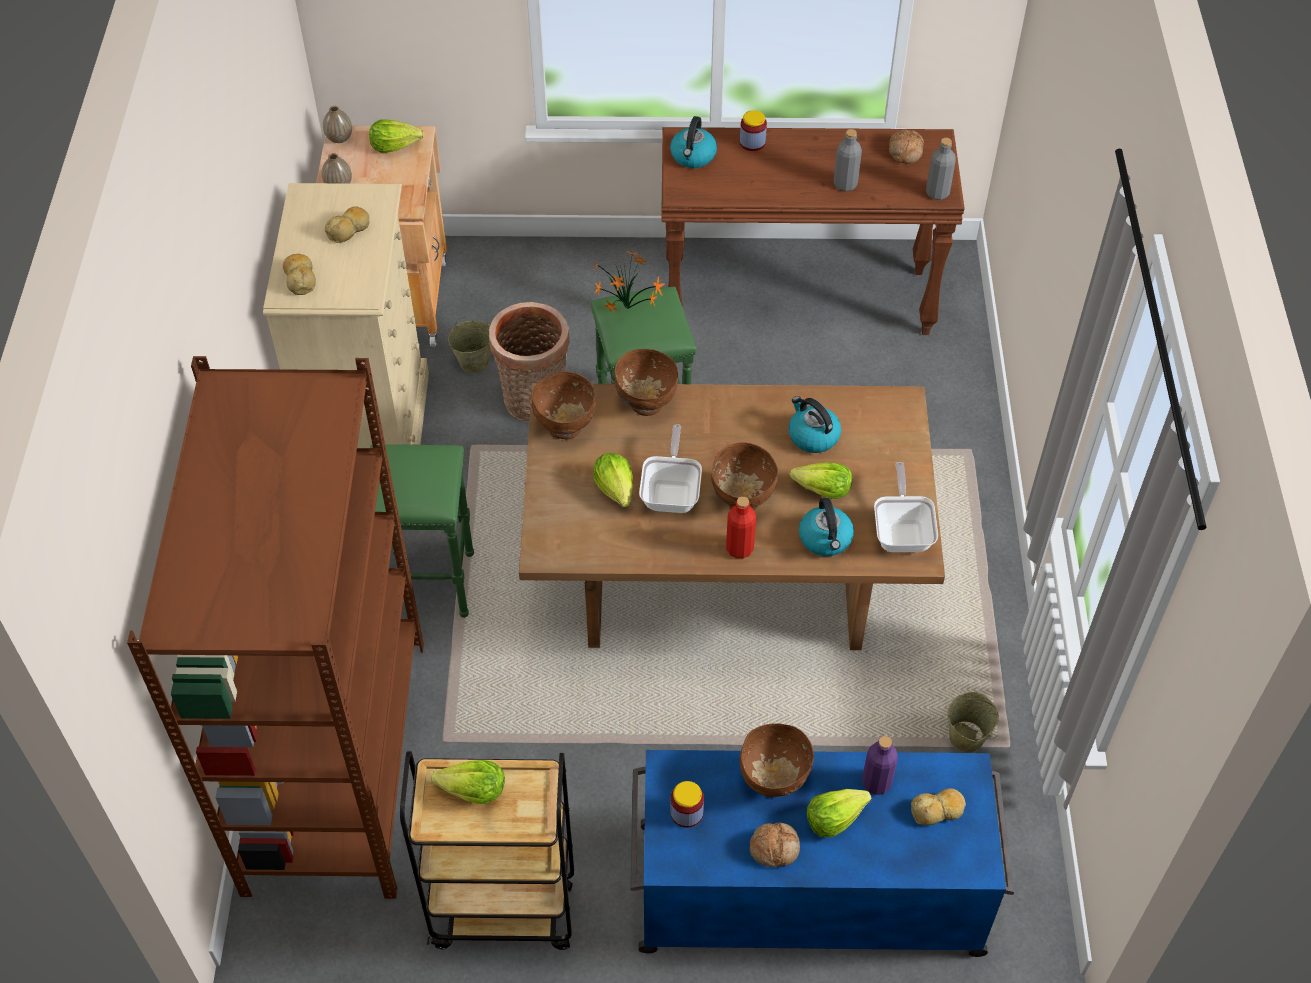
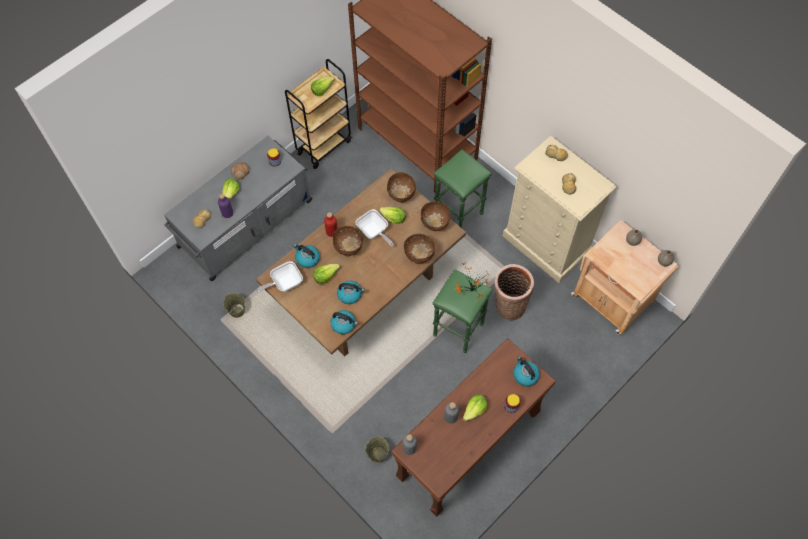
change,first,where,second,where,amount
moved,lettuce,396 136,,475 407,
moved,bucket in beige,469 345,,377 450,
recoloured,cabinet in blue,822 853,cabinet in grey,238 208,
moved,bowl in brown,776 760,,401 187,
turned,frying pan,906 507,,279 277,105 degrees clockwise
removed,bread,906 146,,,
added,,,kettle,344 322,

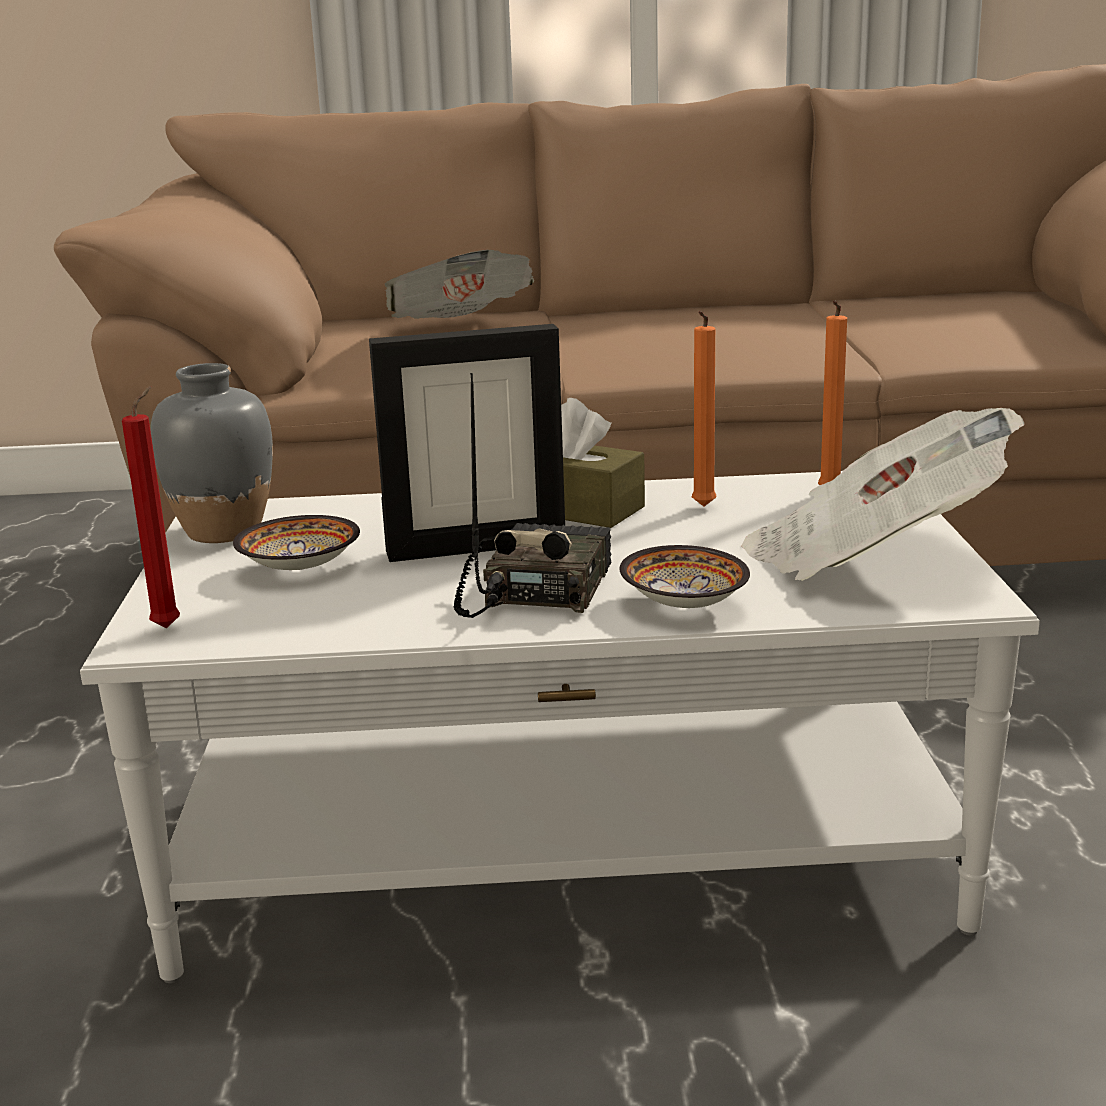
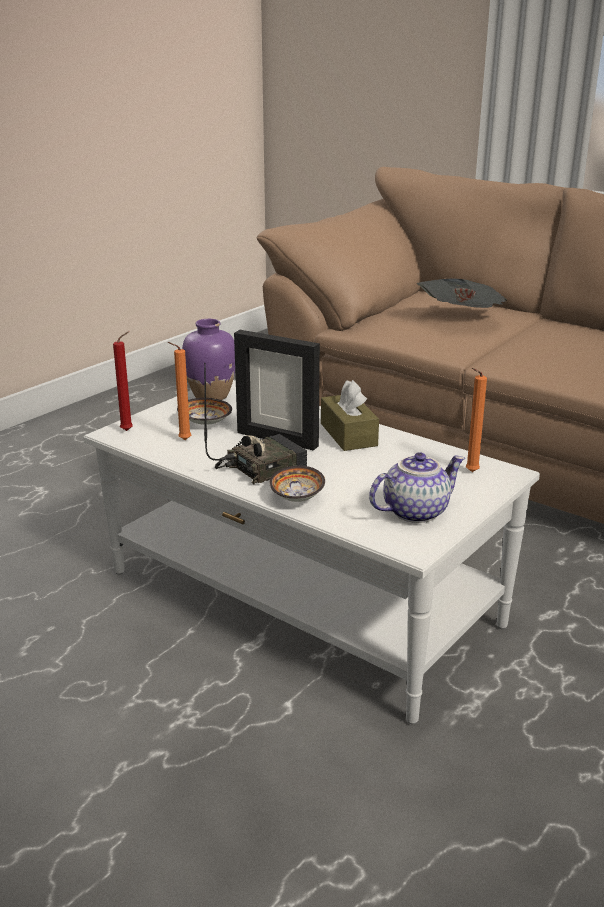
change,first,where,second,where,amount
recoloured,vase in grey,212 453,vase in purple,208 359,
moved,candle in orange,704 409,,179 391,
replaced,newspaper,883 494,teapot,417 487,

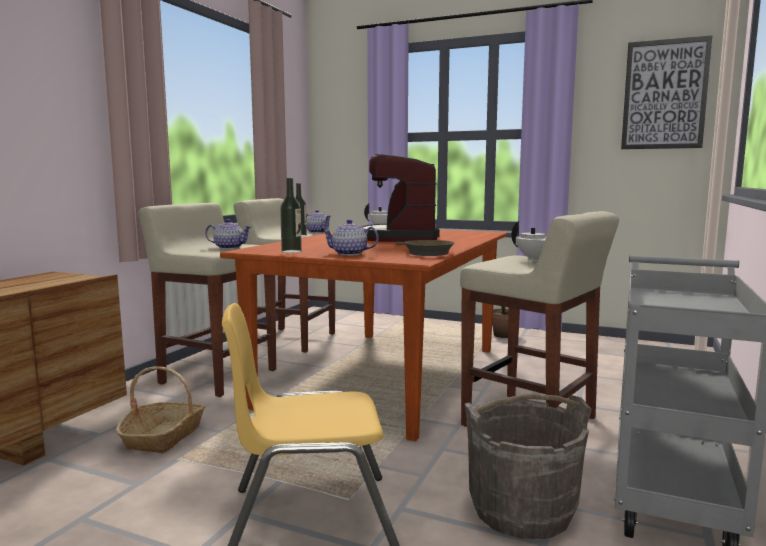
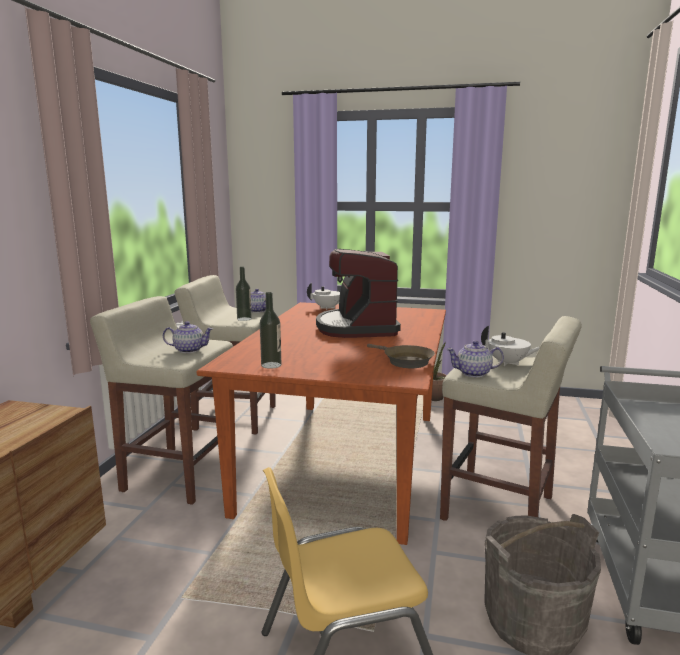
change,first,where,second,where,amount
removed,basket,160 409,,,
moved,teapot,350 237,,475 358,
removed,picture,666 92,,,

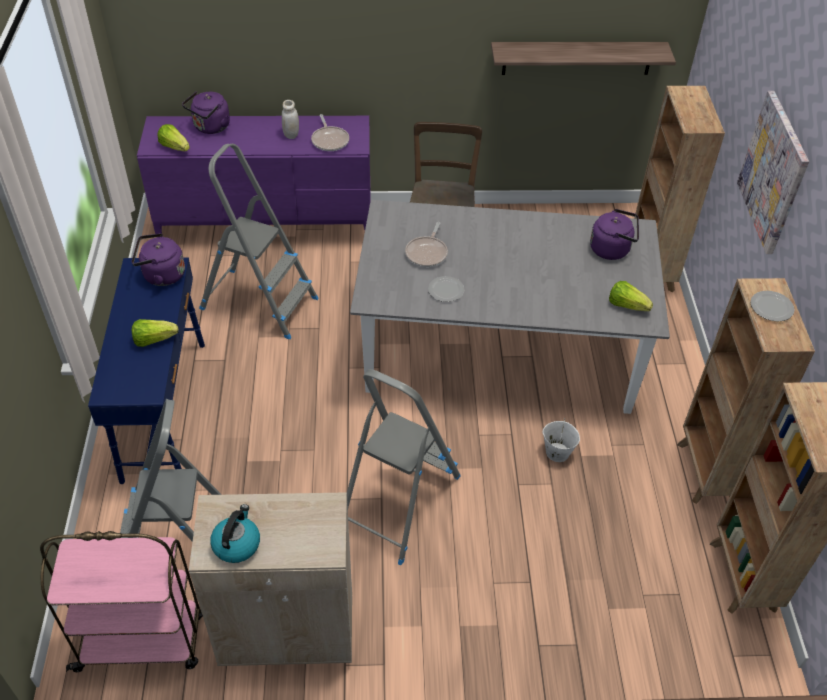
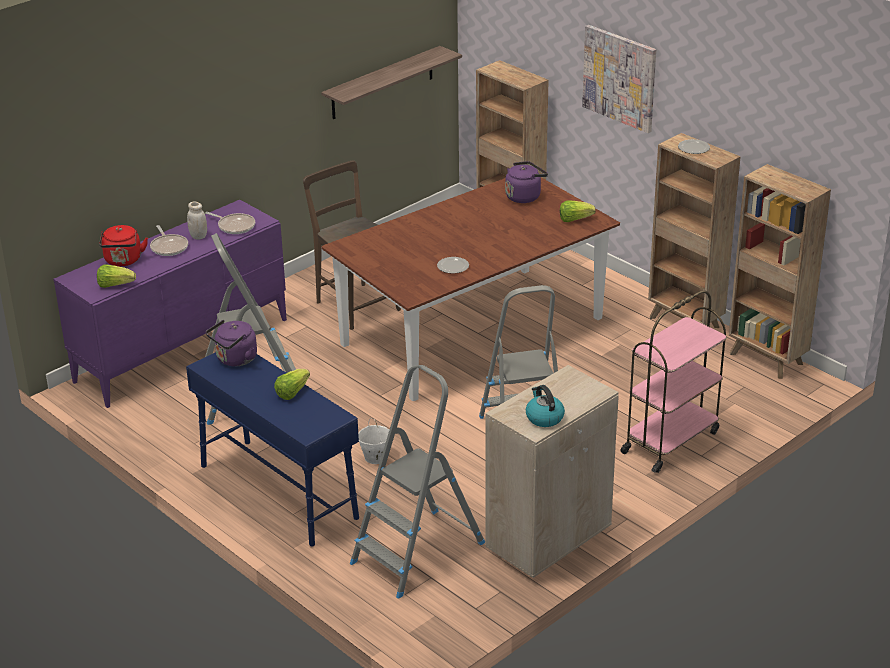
change,first,where,second,where,amount
moved,cart in pink,121 601,,673 381,
recoloured,kettle in purple,206 113,kettle in red,123 245,
recoloured,dining table in grey,510 307,dining table in brown,470 289,
moved,frying pan,426 244,,169 240,
moved,bucket in white,561 440,,373 441,

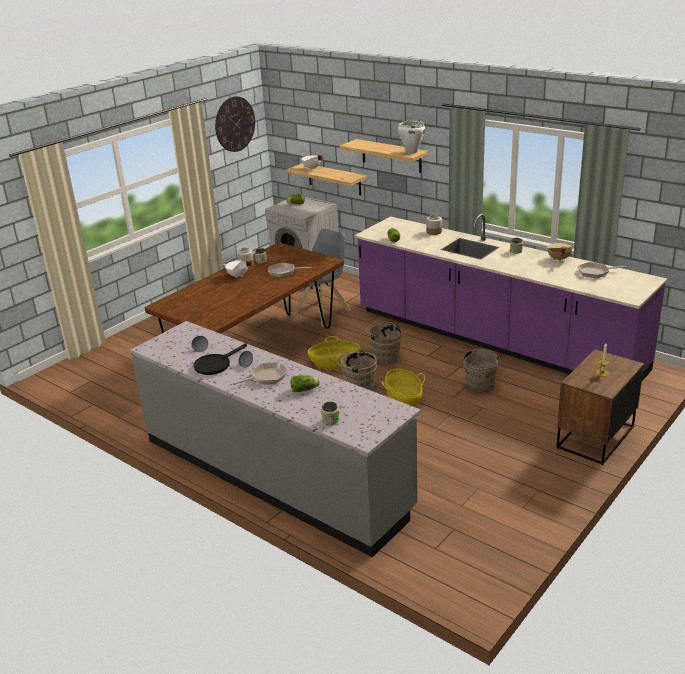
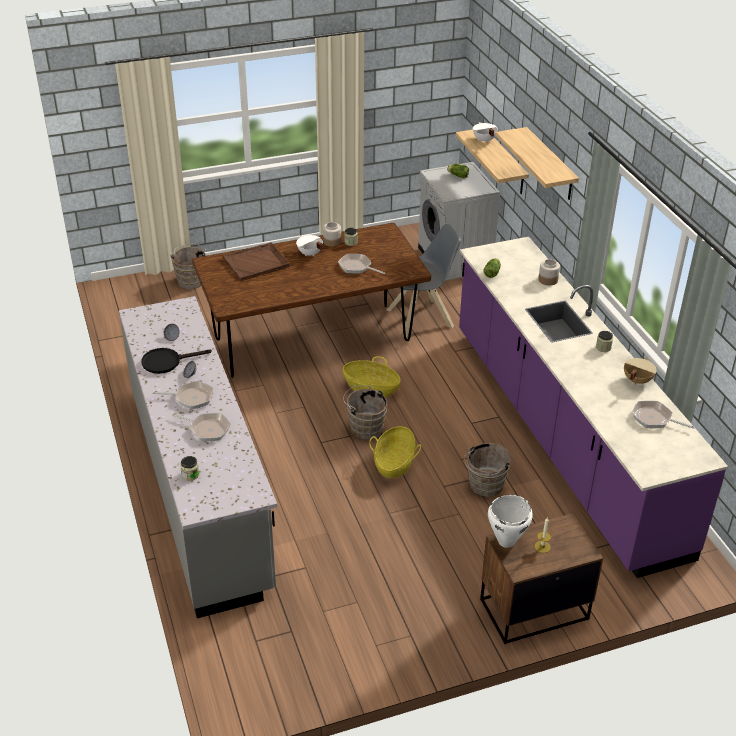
change,first,where,second,where,amount
removed,wall clock,235 124,,,
replaced,lettuce,305 383,frying pan,201 427,
moved,bucket in brown,384 343,,189 266,
moved,cooking pot in white,411 137,,510 521,
added,,,tray in brown,256 261,

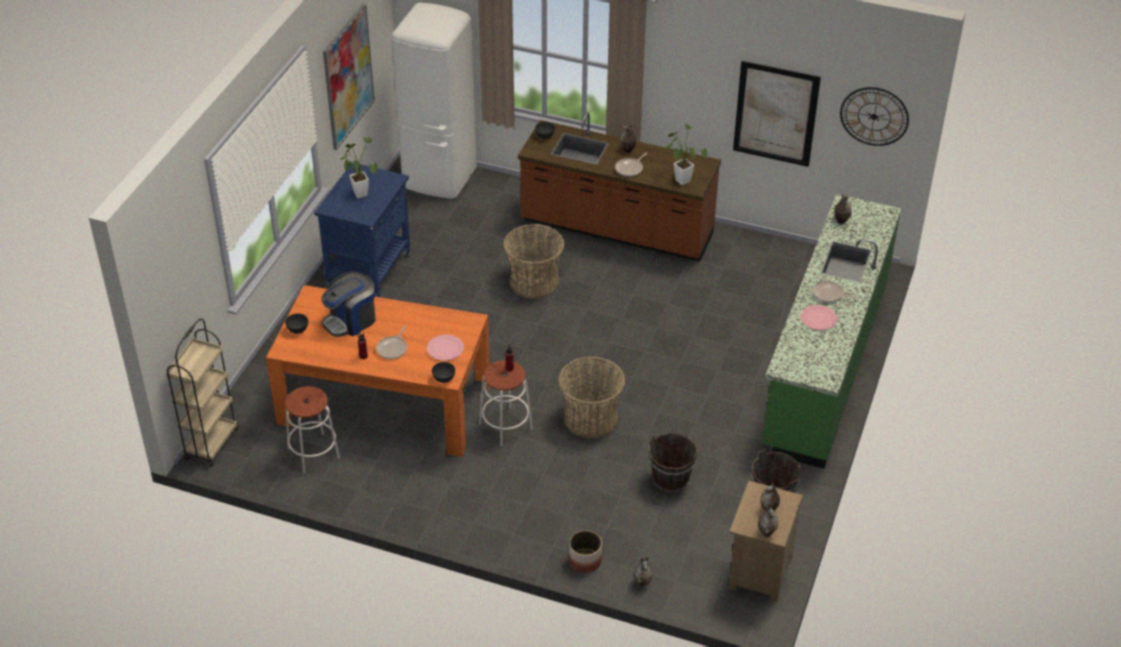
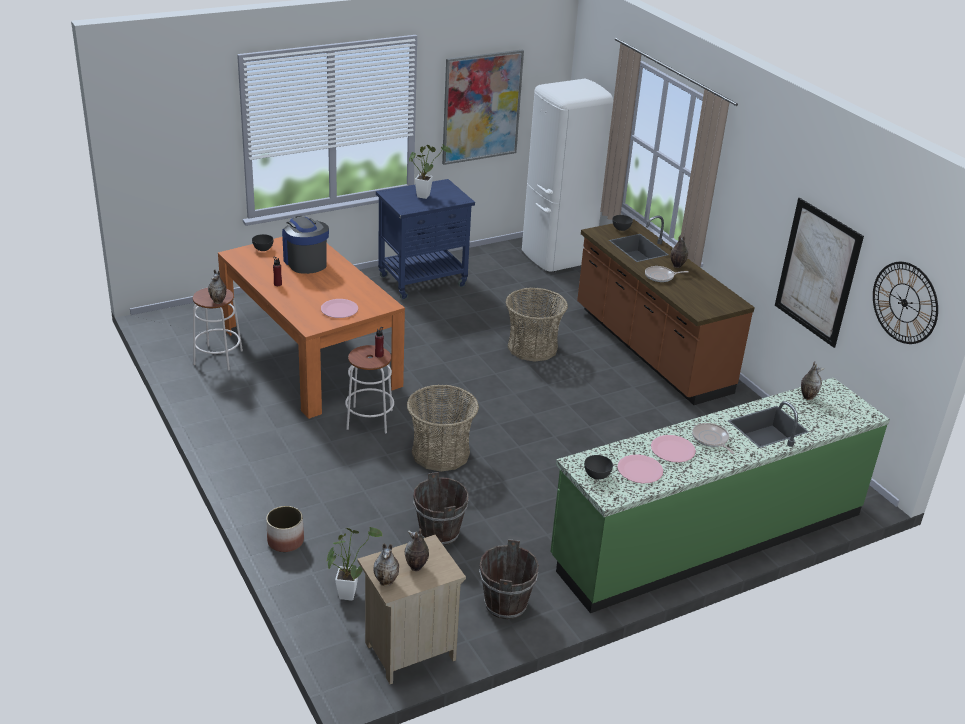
change,first,where,second,where,amount
removed,cart in beige,203 393,,,
turned,coffee machine,348 304,,305 245,60 degrees clockwise
removed,frying pan,391 342,,,
moved,bowl in grey,443 372,,598 467,
moved,vase,643 572,,217 286,
moved,potted plant,685 154,,354 564,
added,,,plate in pink,640 468,

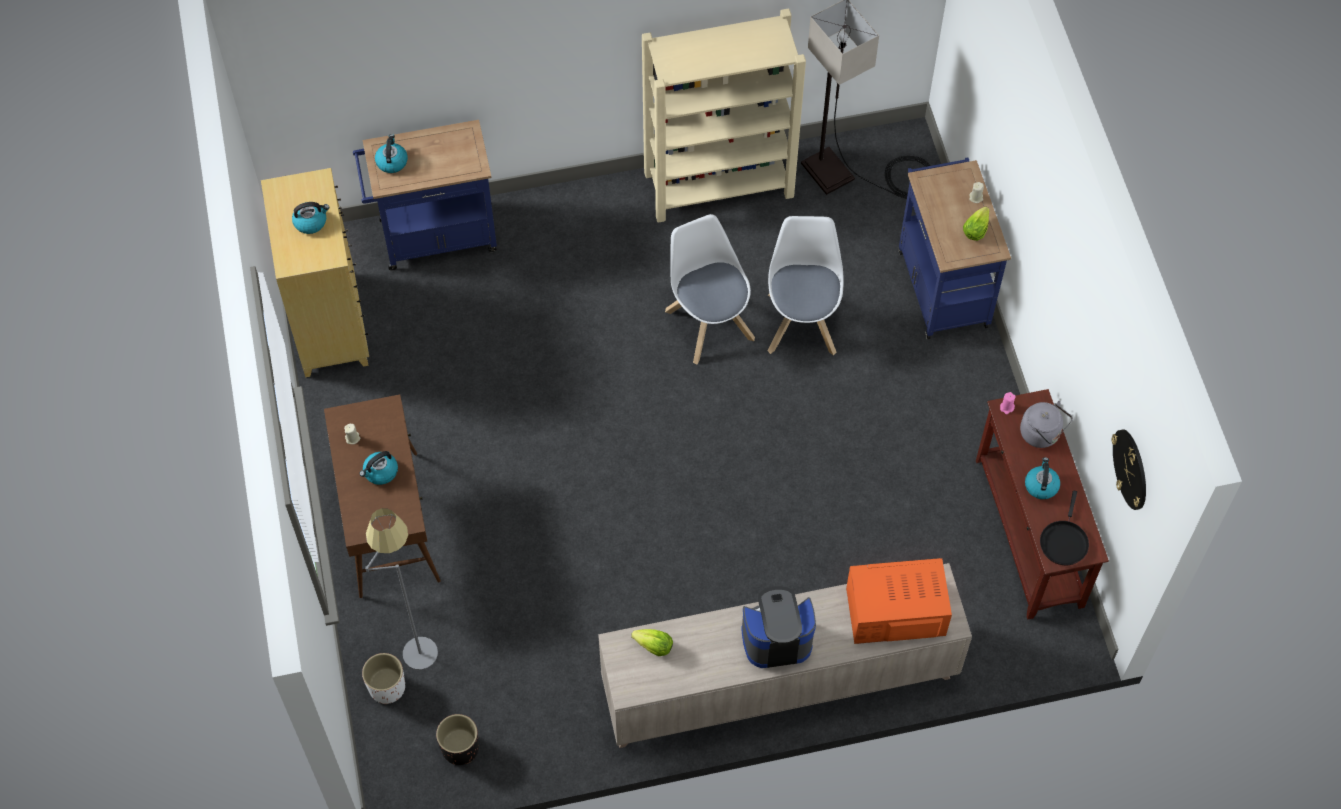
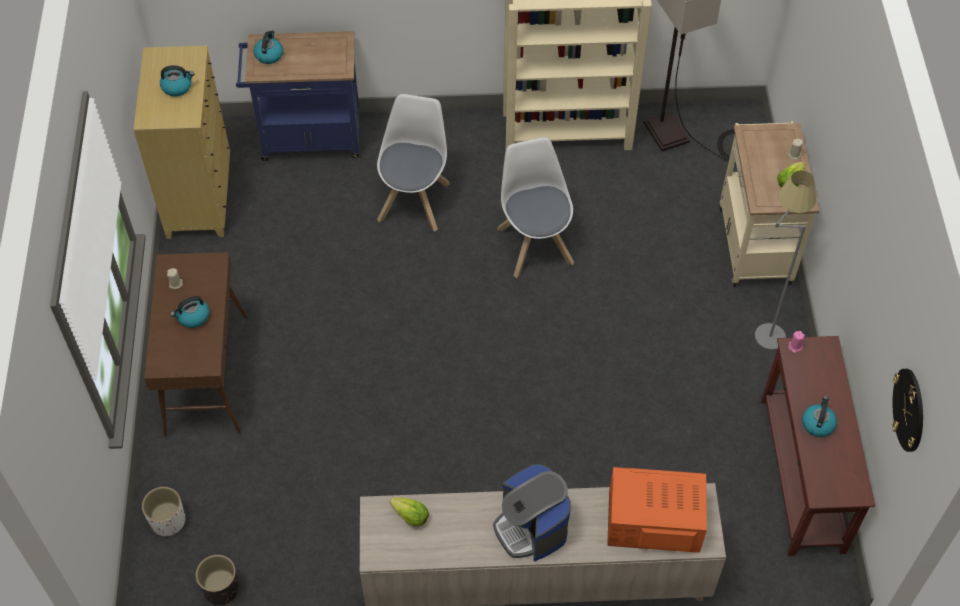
change,first,where,second,where,amount
moved,floor lamp in grey,401 589,,785 260,
turned,coffee machine,778 627,,532 512,120 degrees counterclockwise
moved,chair,805 286,,413 163,
recoloured,cart in blue,954 248,cart in beige,769 204,
removed,kettle in grey,1046 424,,,
removed,frying pan in black,1064 527,,,

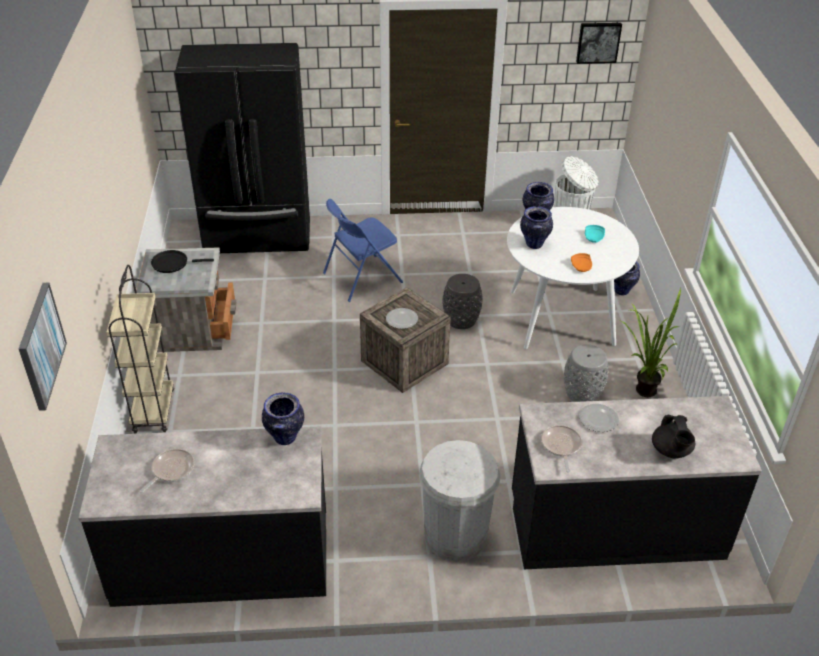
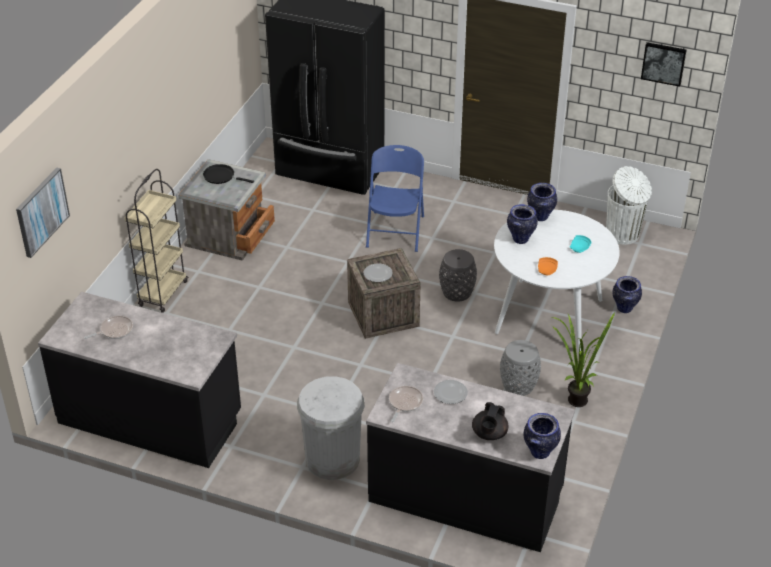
change,first,where,second,where,amount
moved,vase,283 418,,542 436,
turned,chair in blue,363 250,,395 198,105 degrees clockwise

